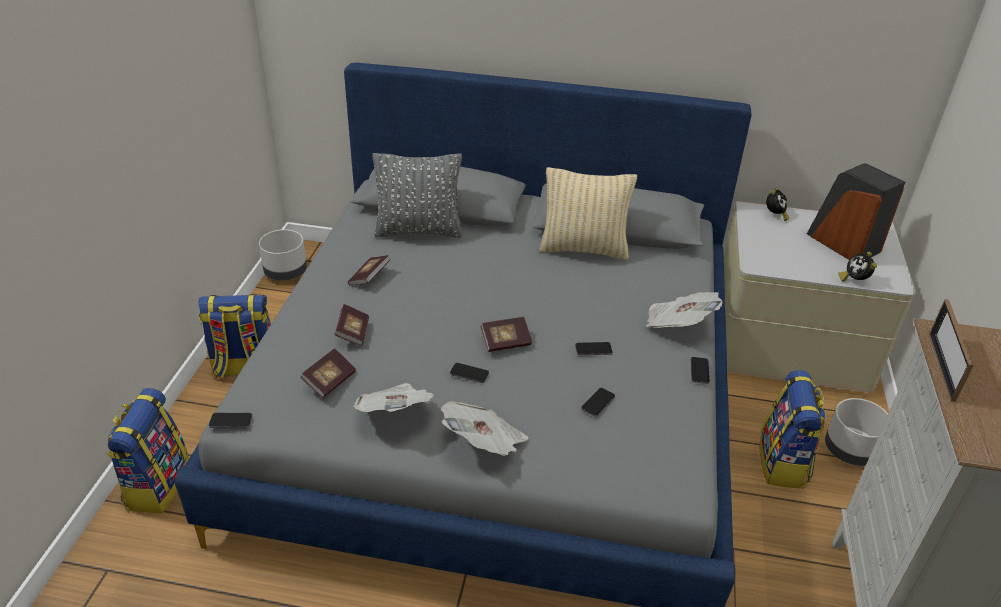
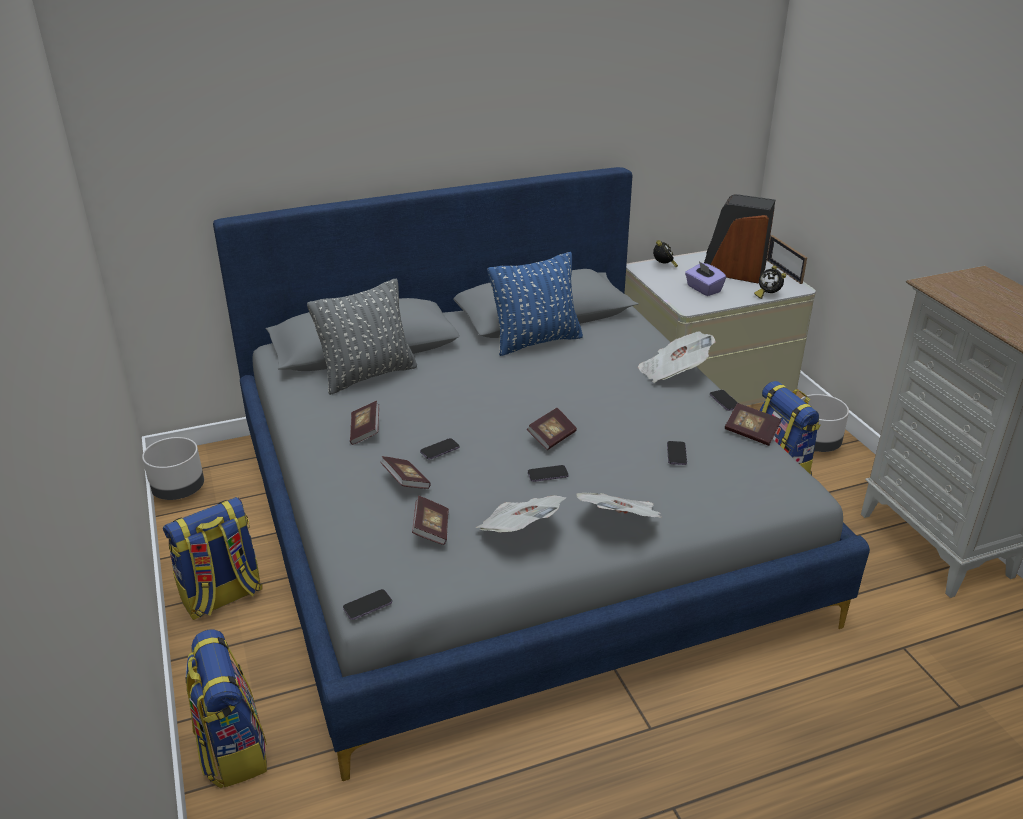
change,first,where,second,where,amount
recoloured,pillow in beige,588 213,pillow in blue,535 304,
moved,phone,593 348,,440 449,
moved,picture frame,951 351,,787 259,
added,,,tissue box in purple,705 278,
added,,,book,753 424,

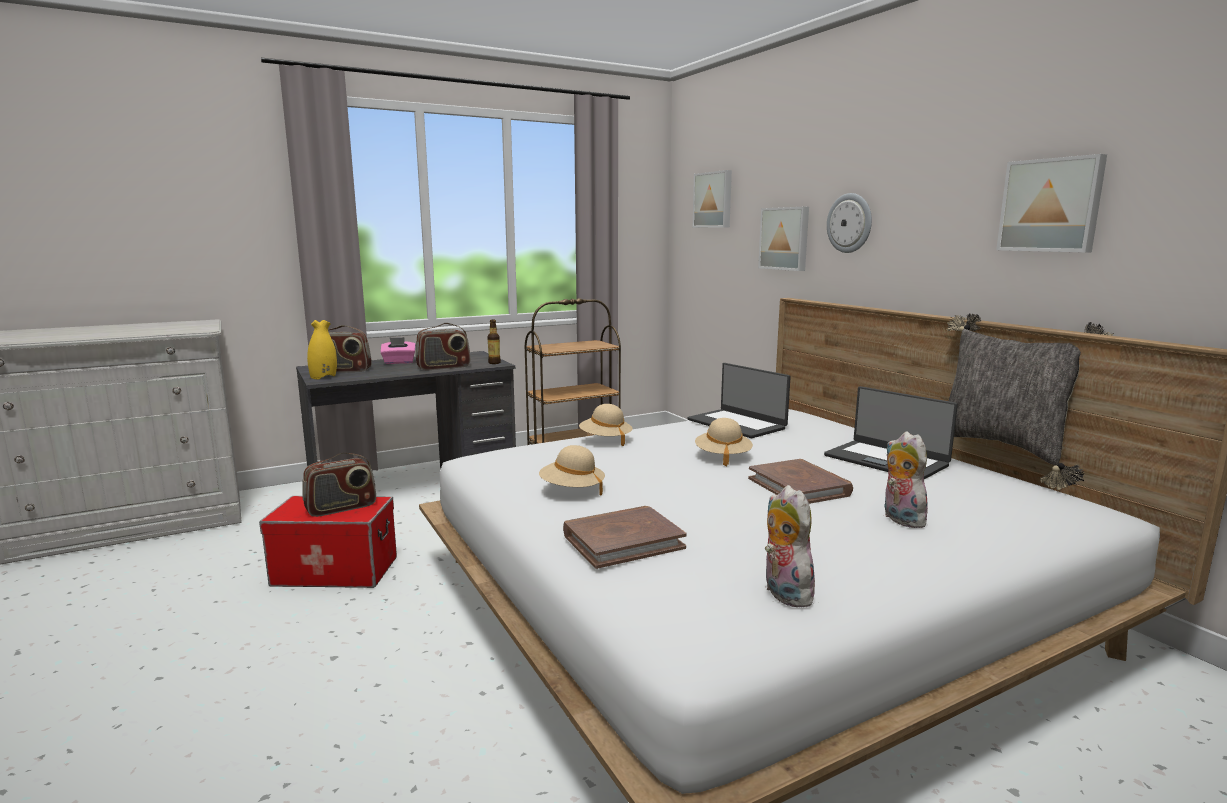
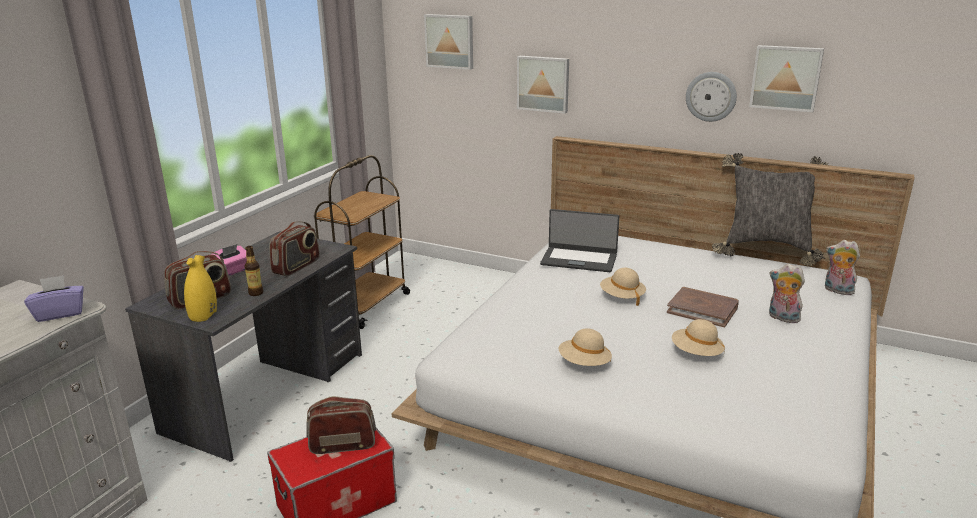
change,first,where,second,where,amount
turned,radio,339 485,,341 425,120 degrees counterclockwise
moved,bottle,494 341,,254 271,
removed,book in brown,625 537,,,
moved,hat in beige,606 425,,698 337,
moved,plush toy,791 546,,842 267,
removed,laptop,891 432,,,
moved,wall clock,849 223,,711 97,
added,,,tissue box in purple,54 298,

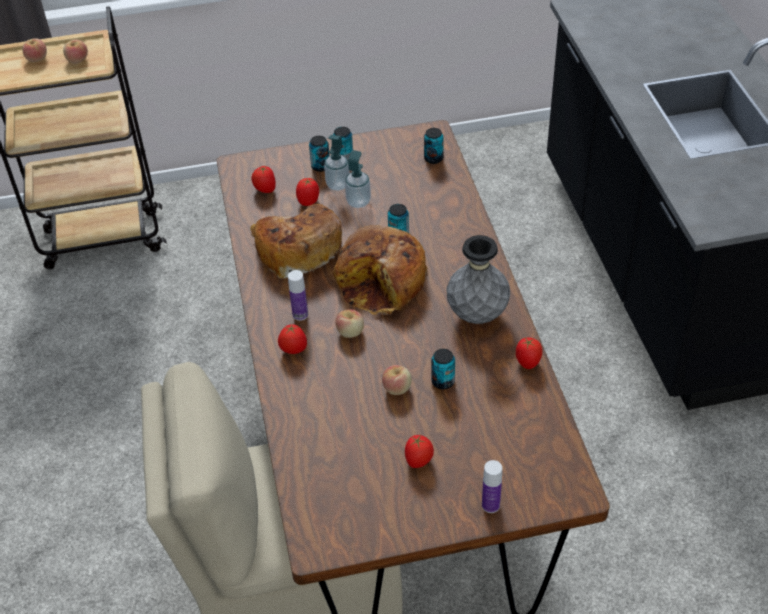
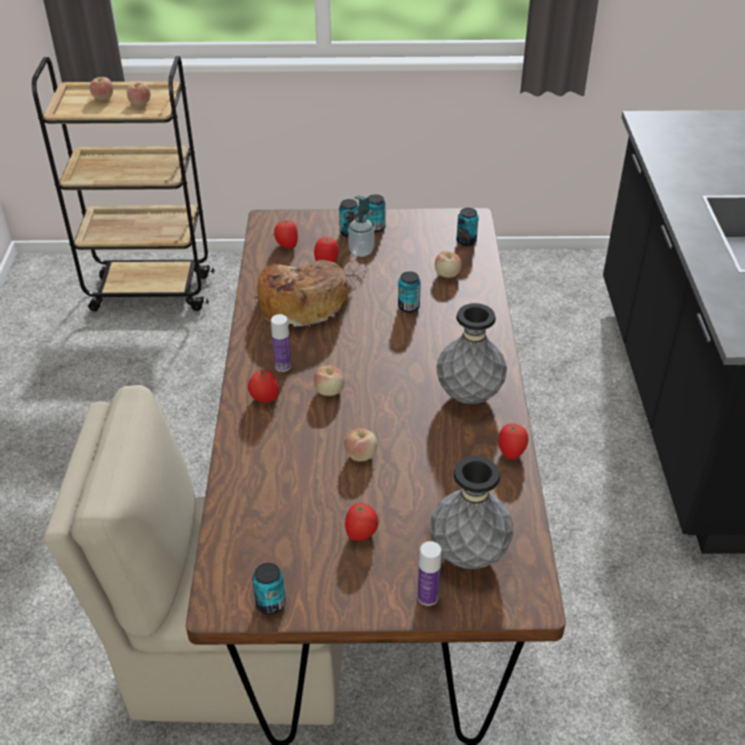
change,first,where,second,where,amount
removed,bread,380 270,,,
removed,soap dispenser,358 179,,,
moved,can,443 369,,269 589,
added,,,vase in grey,471 512,
added,,,apple,448 264,

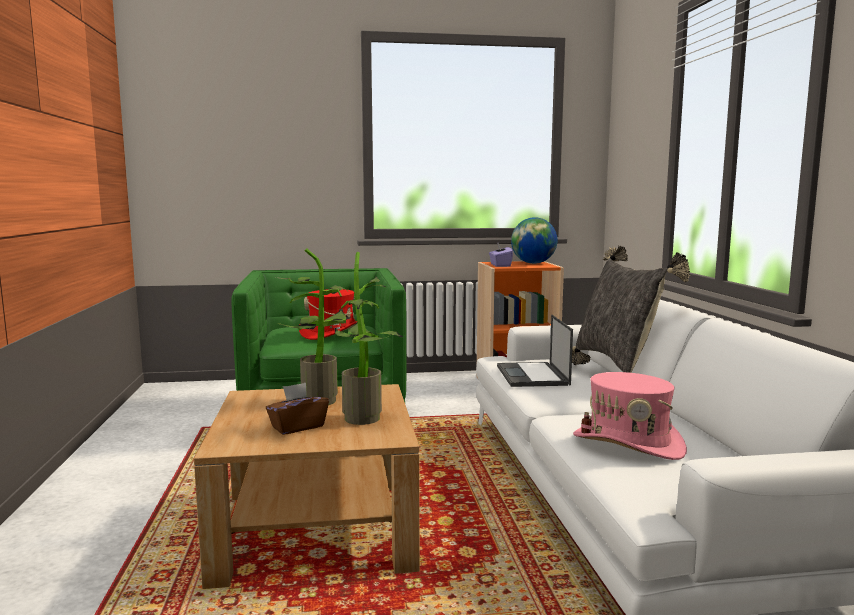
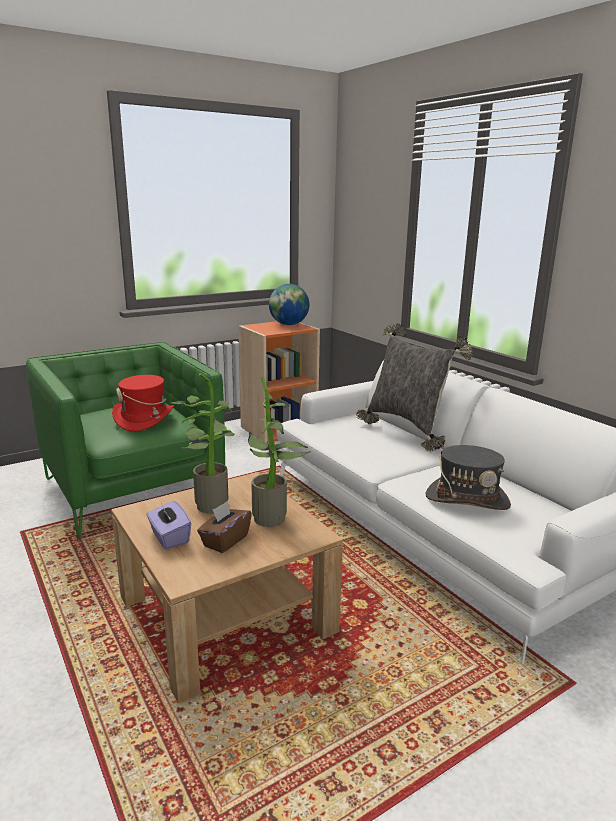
change,first,where,second,where,amount
moved,tissue box in purple,501 254,,169 525,
removed,laptop,535 351,,,
recoloured,hat in pink,630 416,hat in grey,468 477,

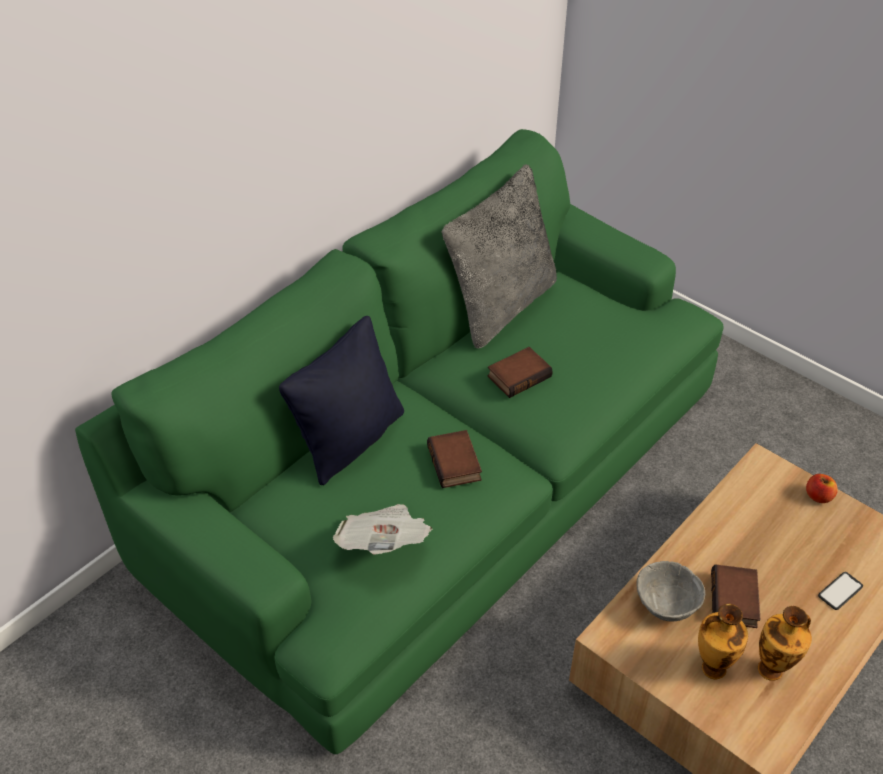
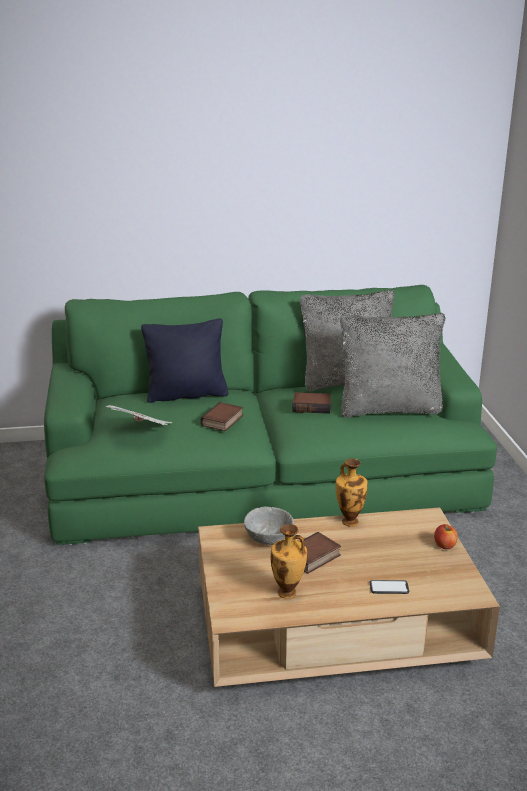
change,first,where,second,where,amount
moved,vase,723 642,,352 492,
added,,,pillow in grey,392 365,

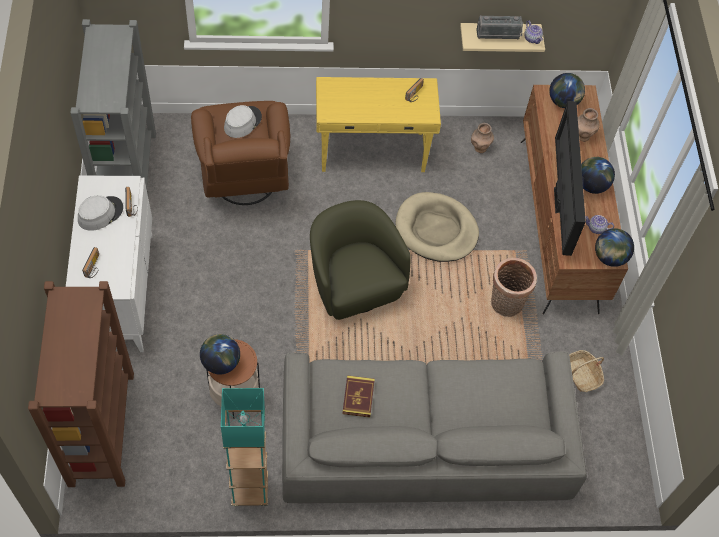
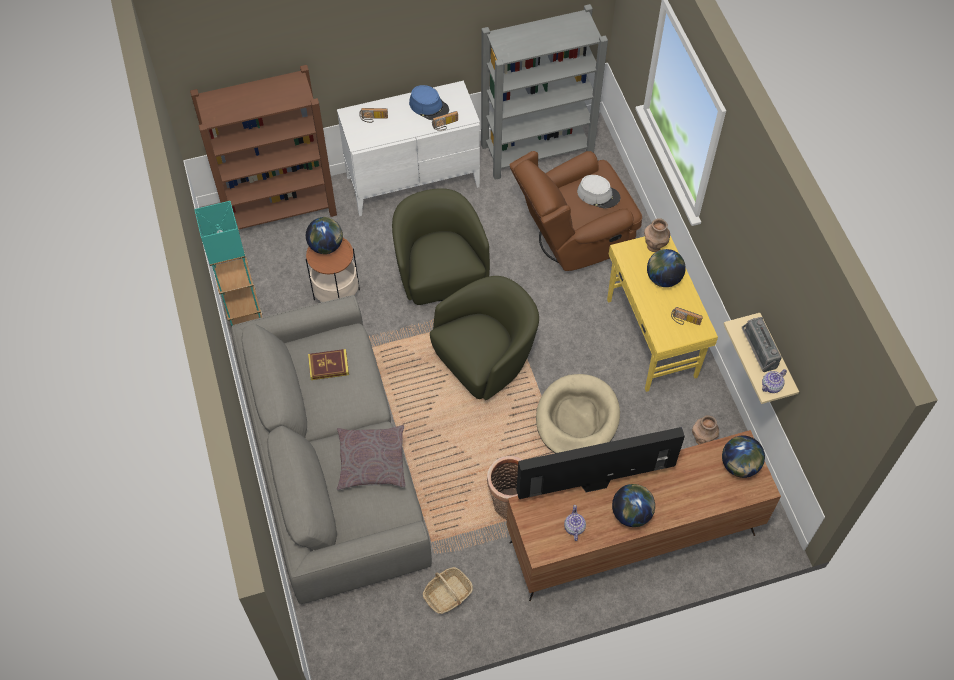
change,first,where,second,where,amount
recoloured,hat in grey,100 213,hat in blue,429 102,
moved,vase in brown,588 125,,657 235,
moved,globe,614 247,,666 268,
added,,,pillow in grey,371 457,
added,,,armchair in green,441 246,

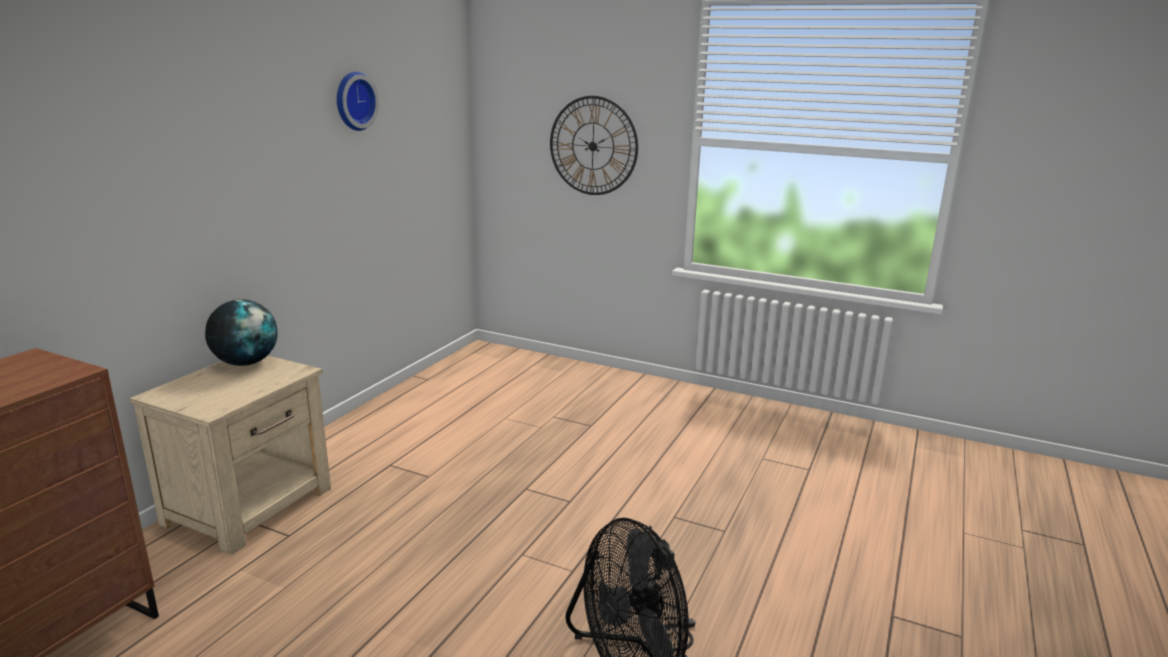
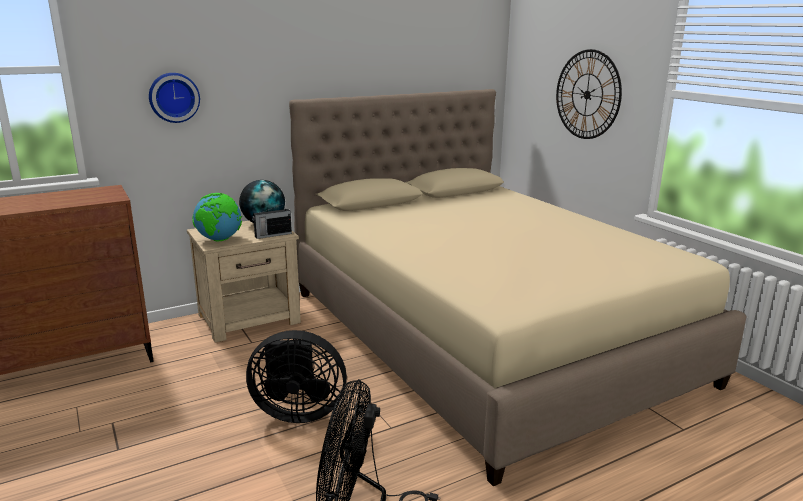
change,first,where,second,where,amount
moved,wall clock,358 101,,174 98,
added,,,globe,217 217,
added,,,fan in black,296 376,
added,,,radio,272 221,
added,,,bed in beige,518 287,

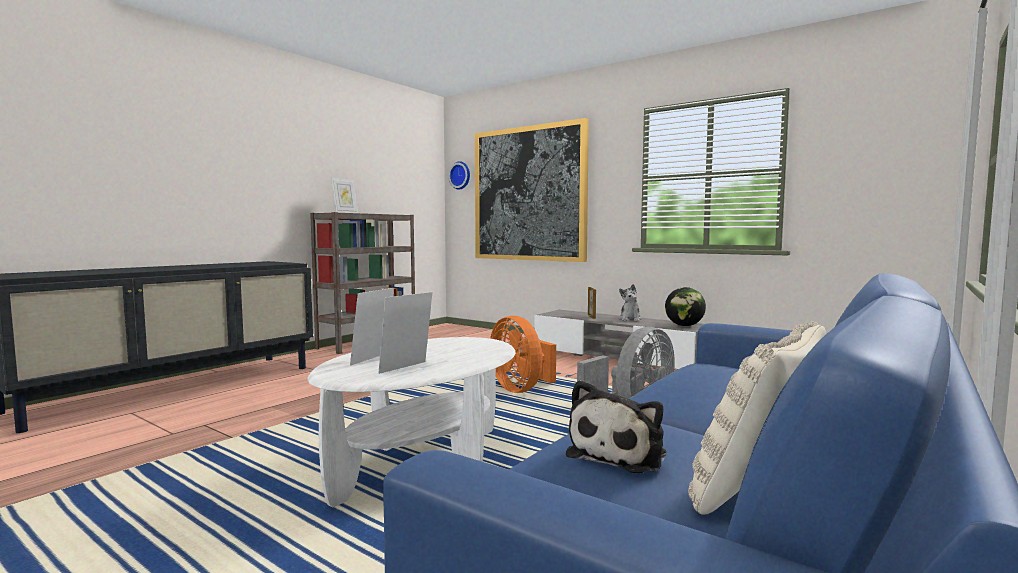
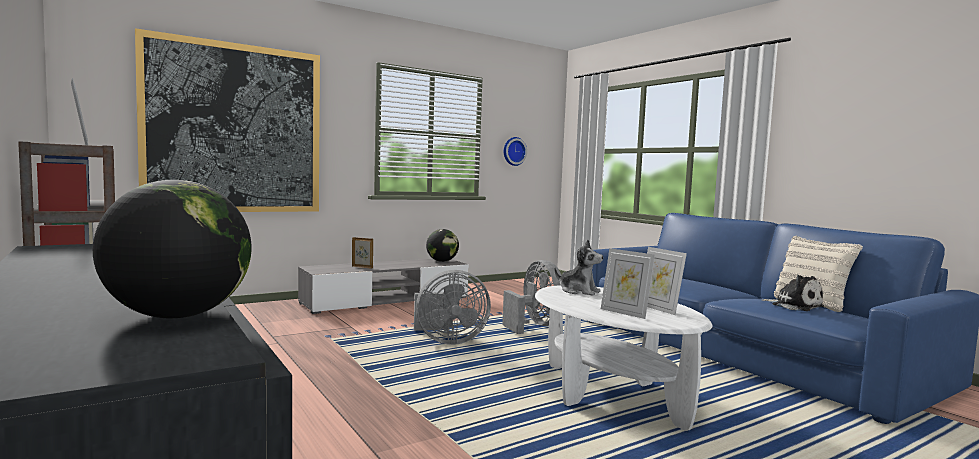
change,first,where,second,where,amount
moved,wall clock,459 175,,515 151,
recoloured,fan in orange,523 354,fan in grey,452 307,
moved,plush toy,630 302,,578 268,
added,,,globe,172 249,

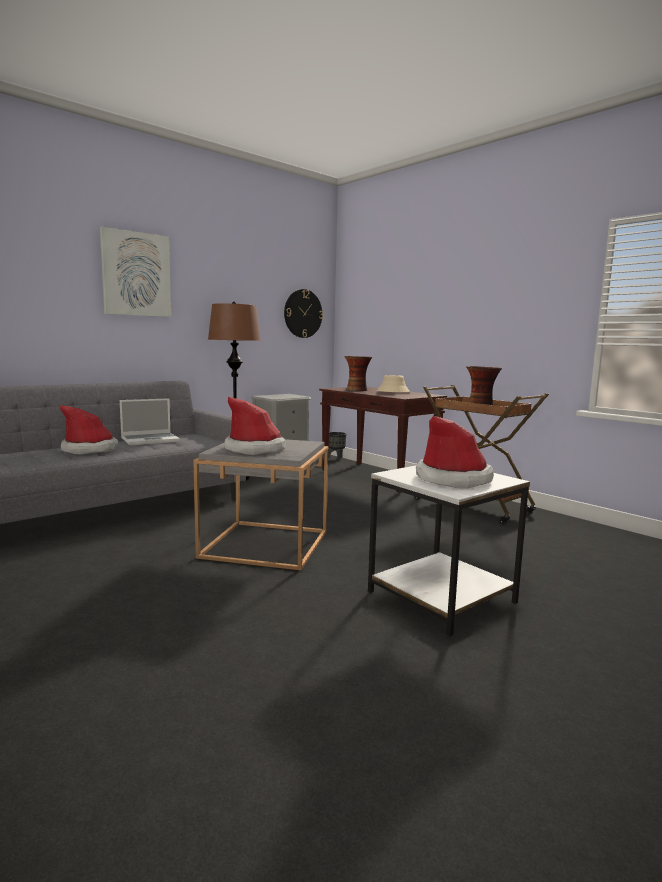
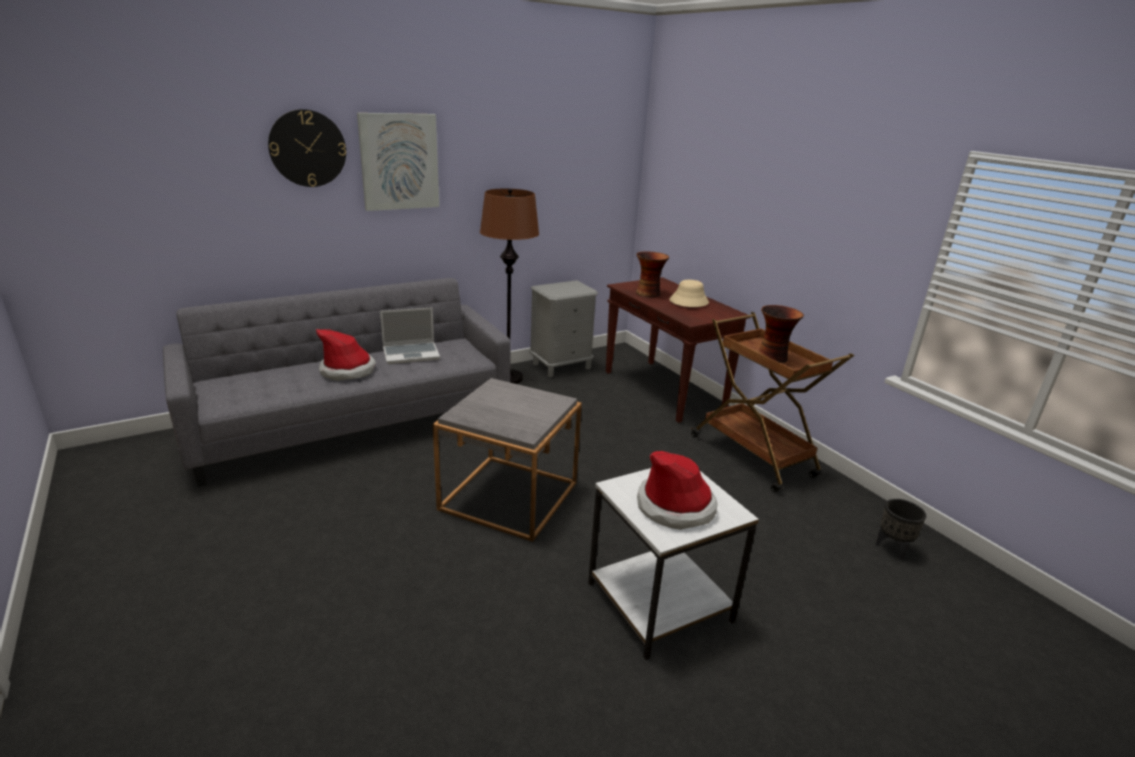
change,first,where,second,where,amount
removed,hat,255 426,,,
moved,wall clock,303 313,,307 148,
moved,planter in black,337 446,,900 529,

